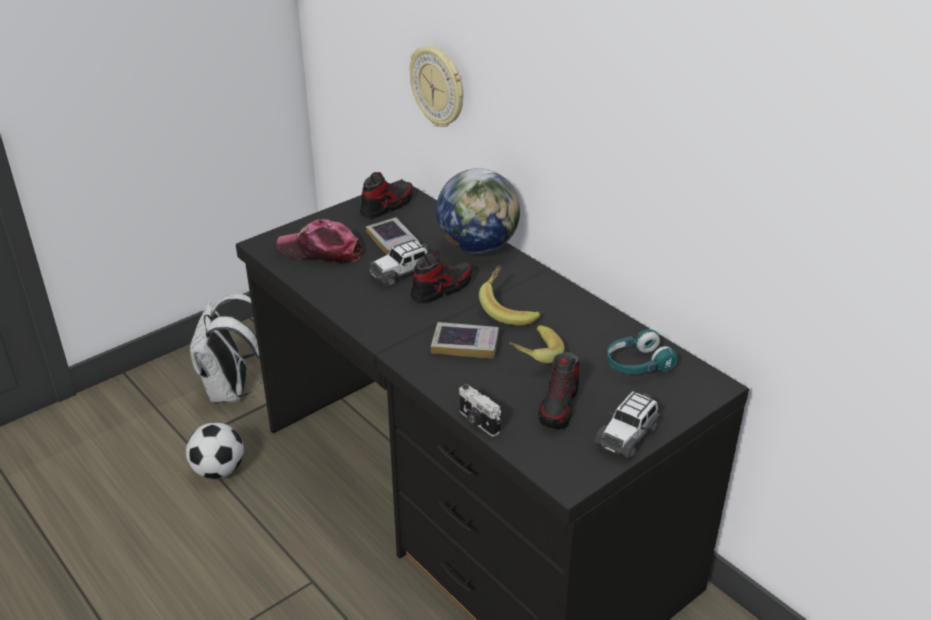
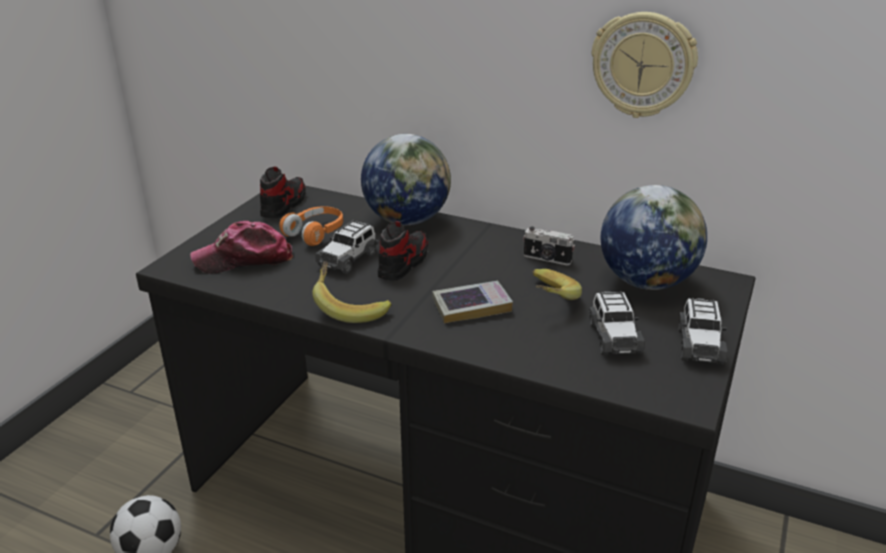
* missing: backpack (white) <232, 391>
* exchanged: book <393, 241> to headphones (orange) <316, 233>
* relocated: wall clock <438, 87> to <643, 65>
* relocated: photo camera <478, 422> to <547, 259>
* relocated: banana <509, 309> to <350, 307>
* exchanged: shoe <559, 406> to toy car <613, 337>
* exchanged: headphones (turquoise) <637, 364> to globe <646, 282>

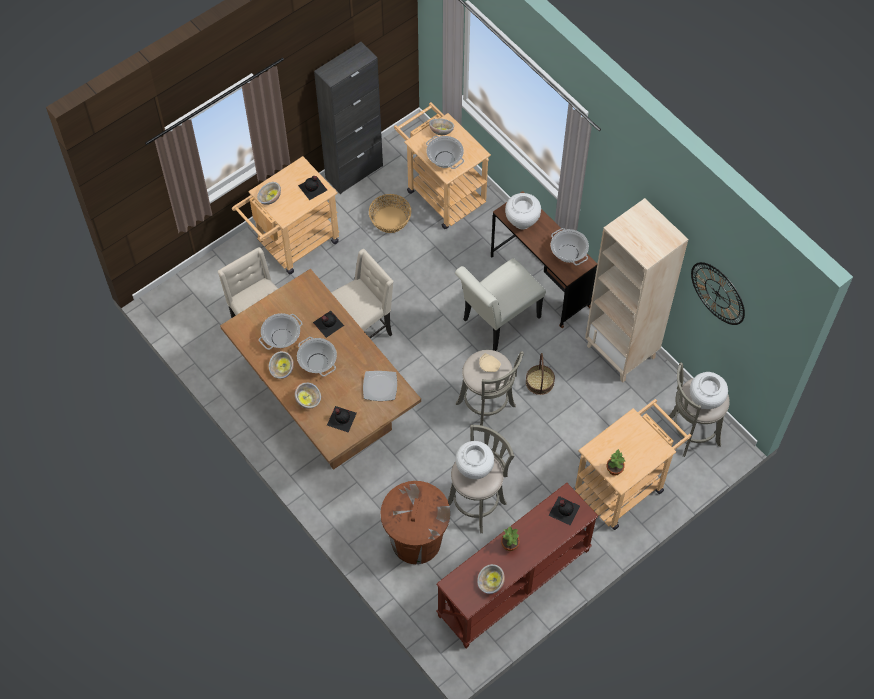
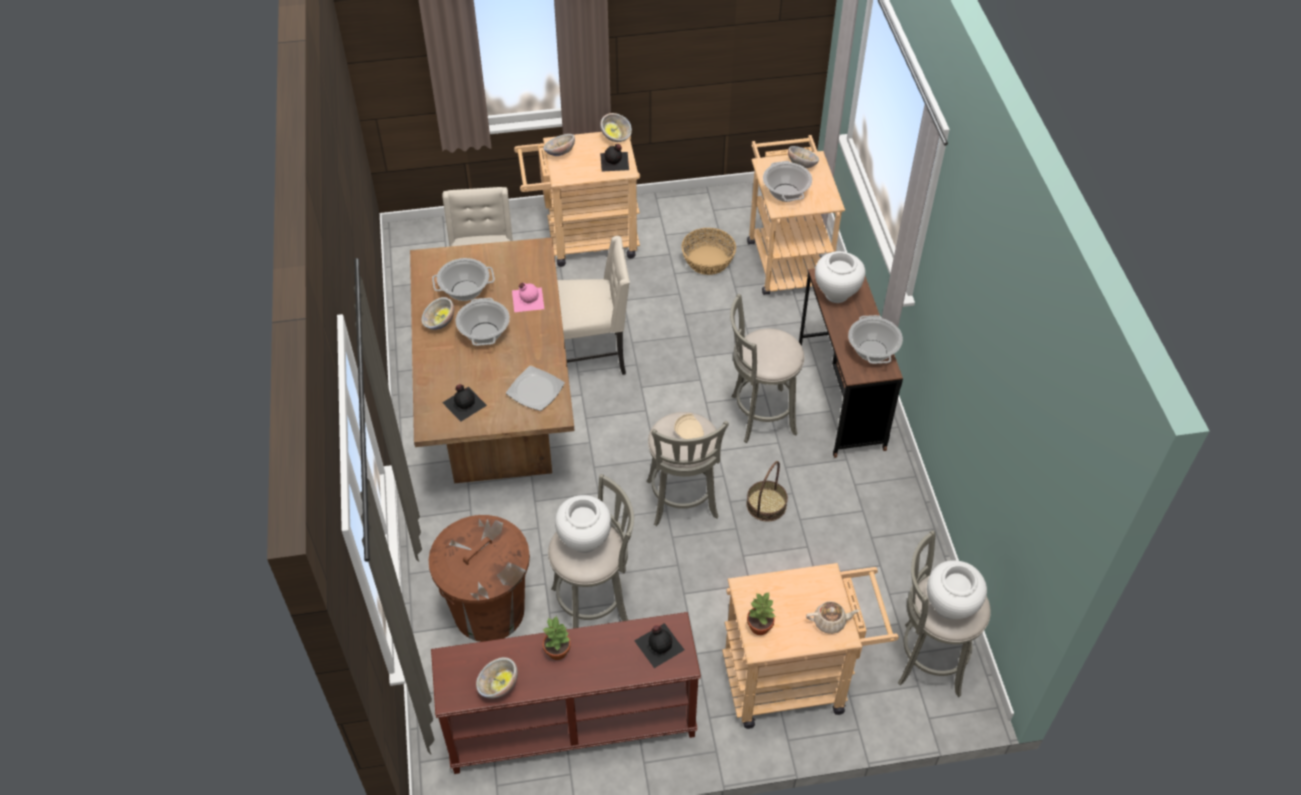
* relocated: bowl <308, 400> to <616, 137>
* colour: bottle (black) <327, 324> to bottle (pink) <527, 299>
* missing: cabinet (black) <354, 172>
* exchanged: chair (white) <497, 321> to stool (grey) <759, 415>
* missing: bookcase (beige) <621, 351>
* missing: wall clock <717, 293>
* appeared: teapot (beige) <830, 622>

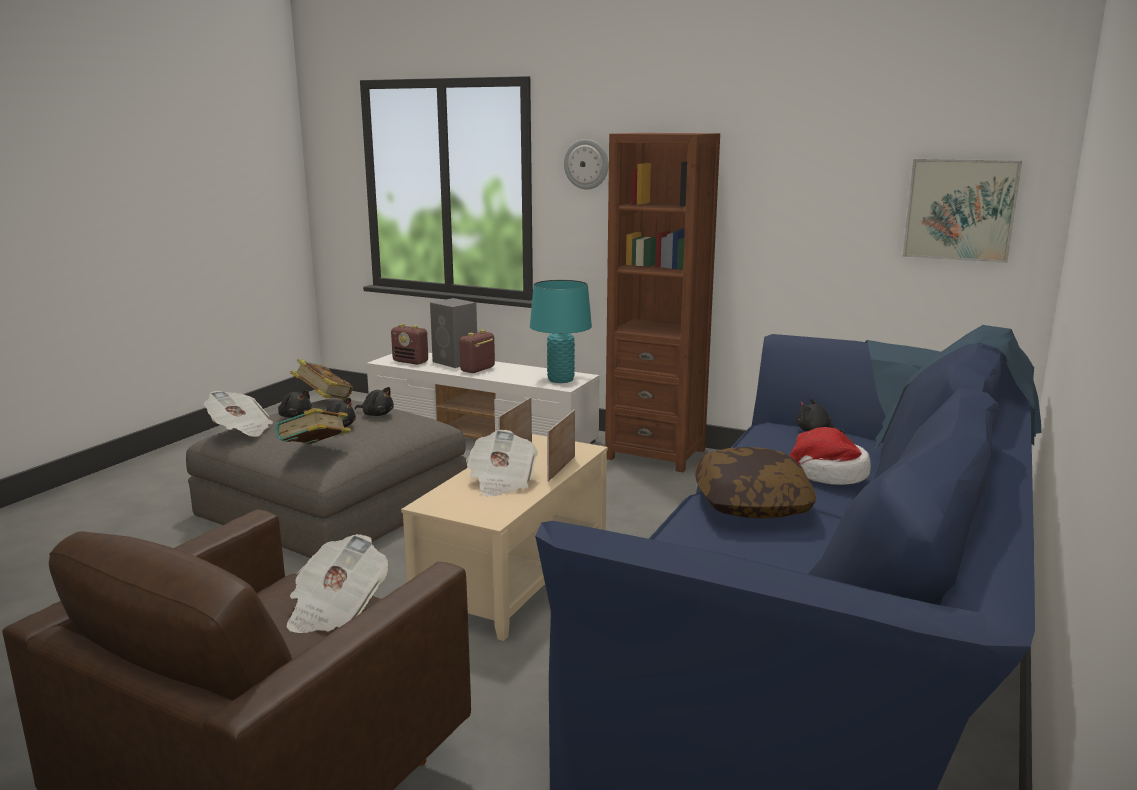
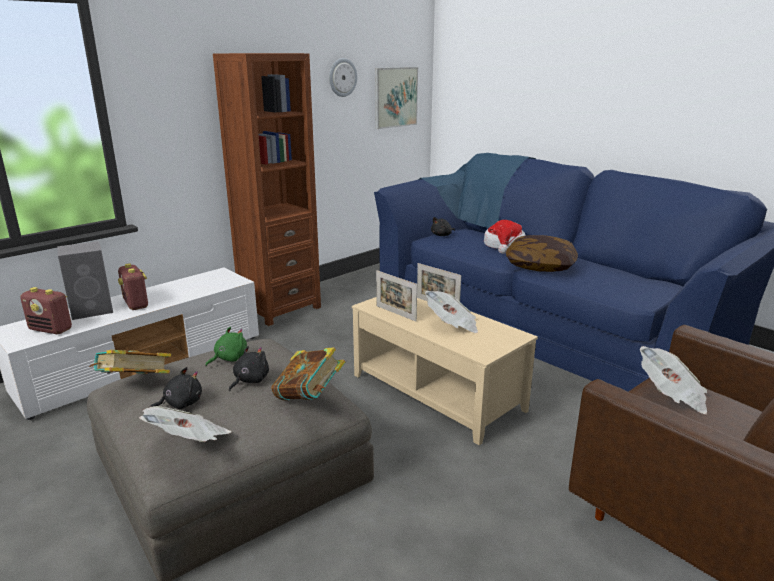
* colour: plush toy (black) <376, 414> to plush toy (green) <229, 358>
* spun: radio <411, 362> = <51, 330> 60 degrees clockwise
* missing: table lamp (turquoise) <560, 379>
* relocated: wall clock <586, 164> to <342, 77>

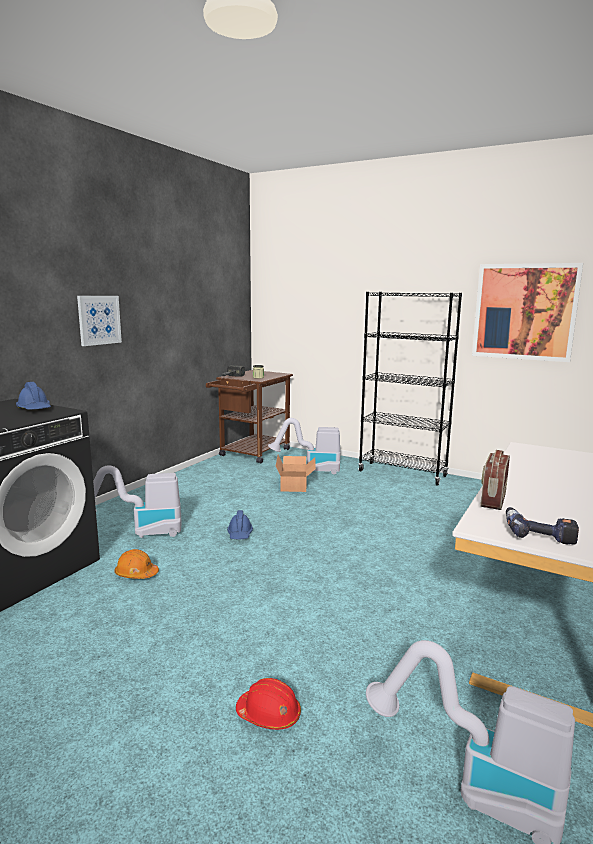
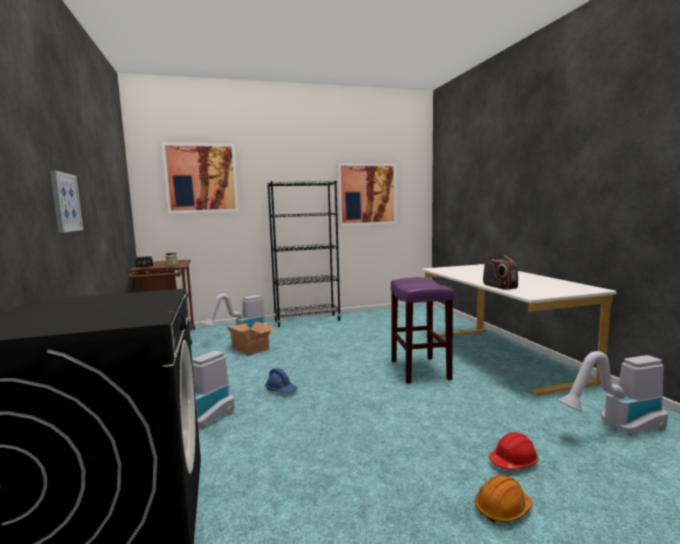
* missing: hard hat (blue) <35, 409>
* relocated: hard hat (orange) <136, 574> to <502, 509>
* missing: power drill <538, 533>
* appeared: picture <201, 178>
* appeared: stool (purple) <419, 369>

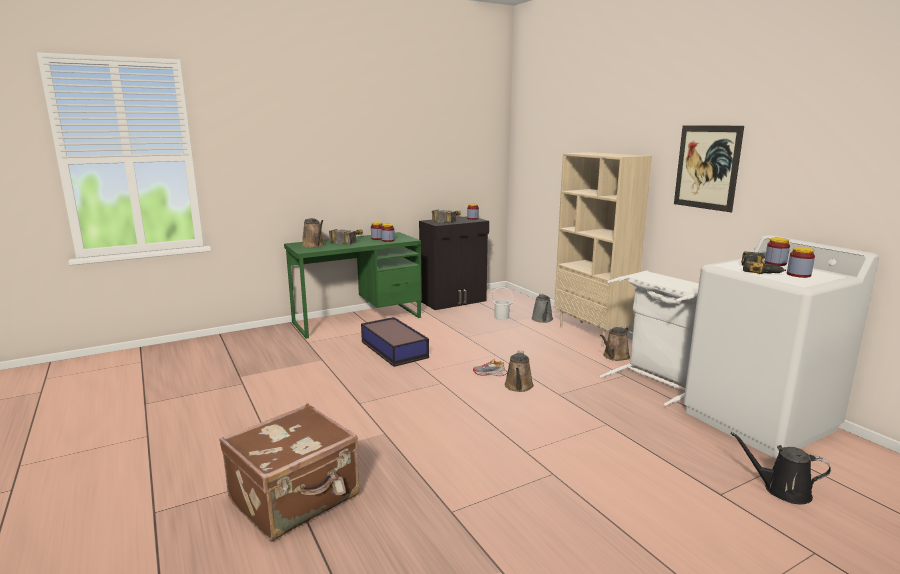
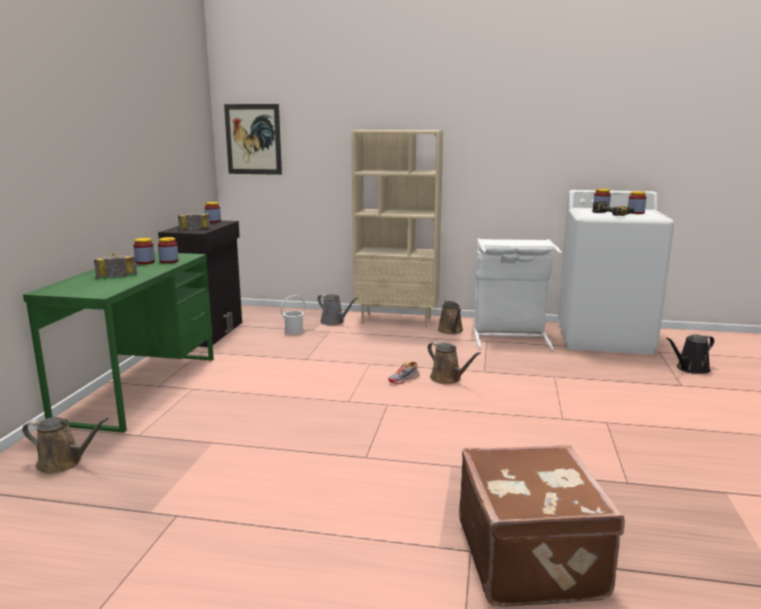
* relocated: watering can (brown) <314, 245> to <63, 463>
* missing: storage box <394, 349>
* relocated: picture <707, 167> to <253, 139>

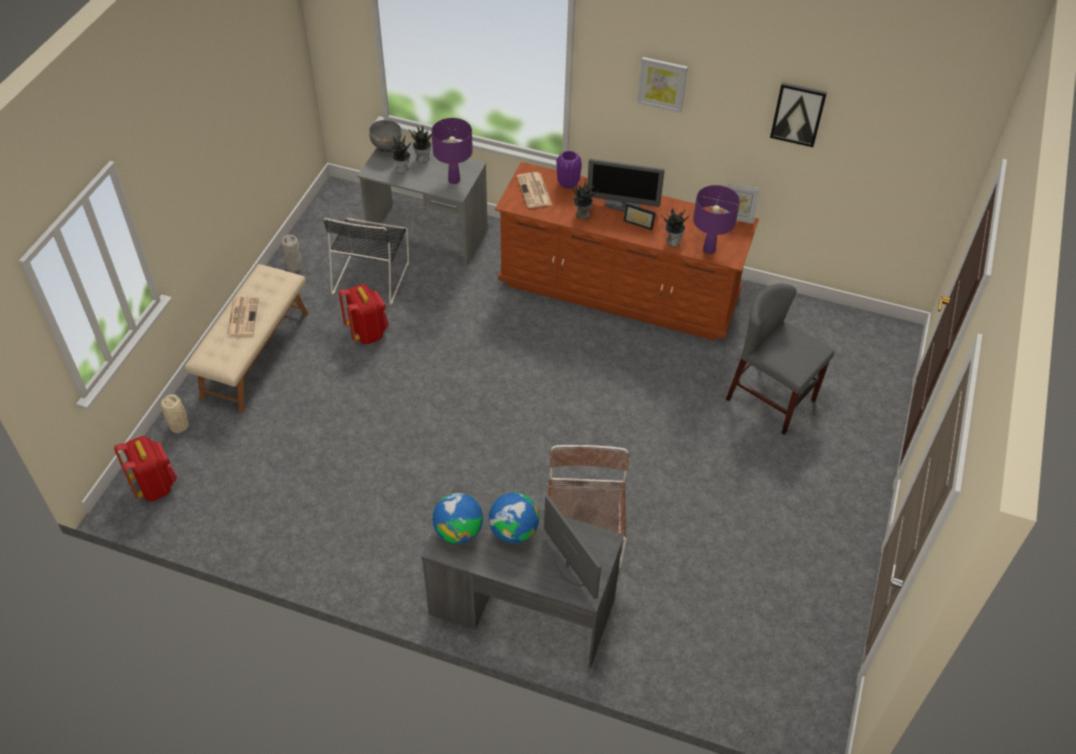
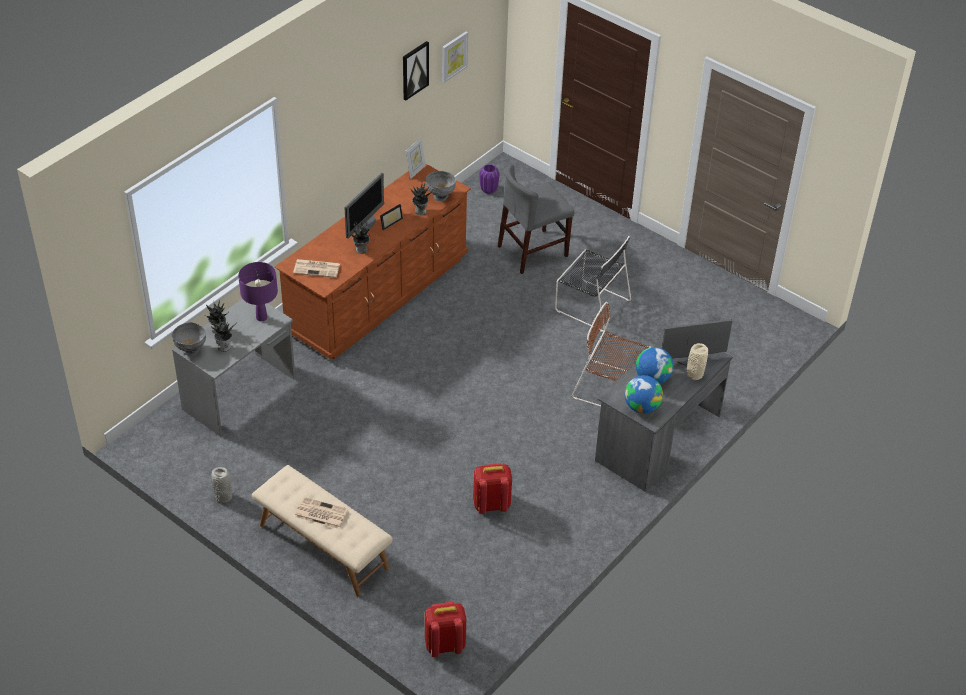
* relocated: vase (beige) <179, 425> to <694, 374>
* relocated: chair (black) <371, 276> to <590, 304>
* relocated: backpack (red) <367, 332> to <491, 504>
* relocated: vase (purple) <567, 183> to <488, 190>
* relocated: picture <662, 84> to <453, 56>
* exchanged: table lamp (purple) <709, 250> to bowl (grey) <440, 196>

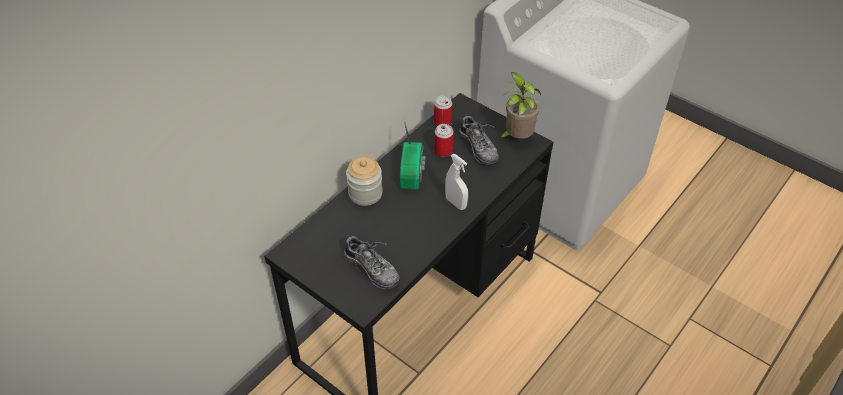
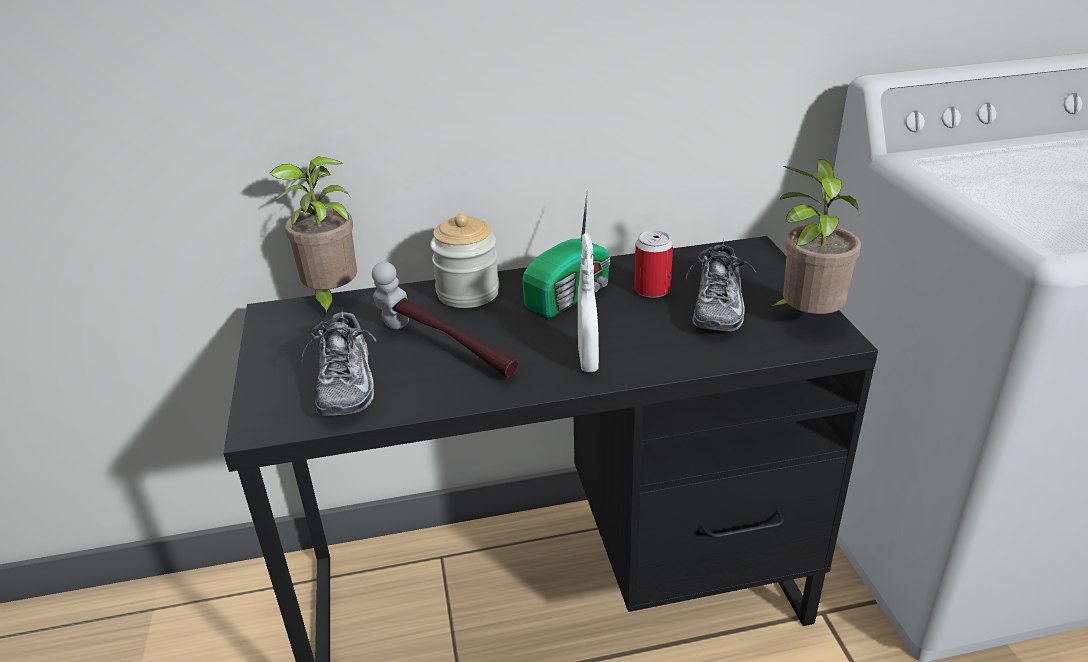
* missing: can <442, 122>
* appeared: potted plant <331, 299>
* appeared: hammer <444, 350>

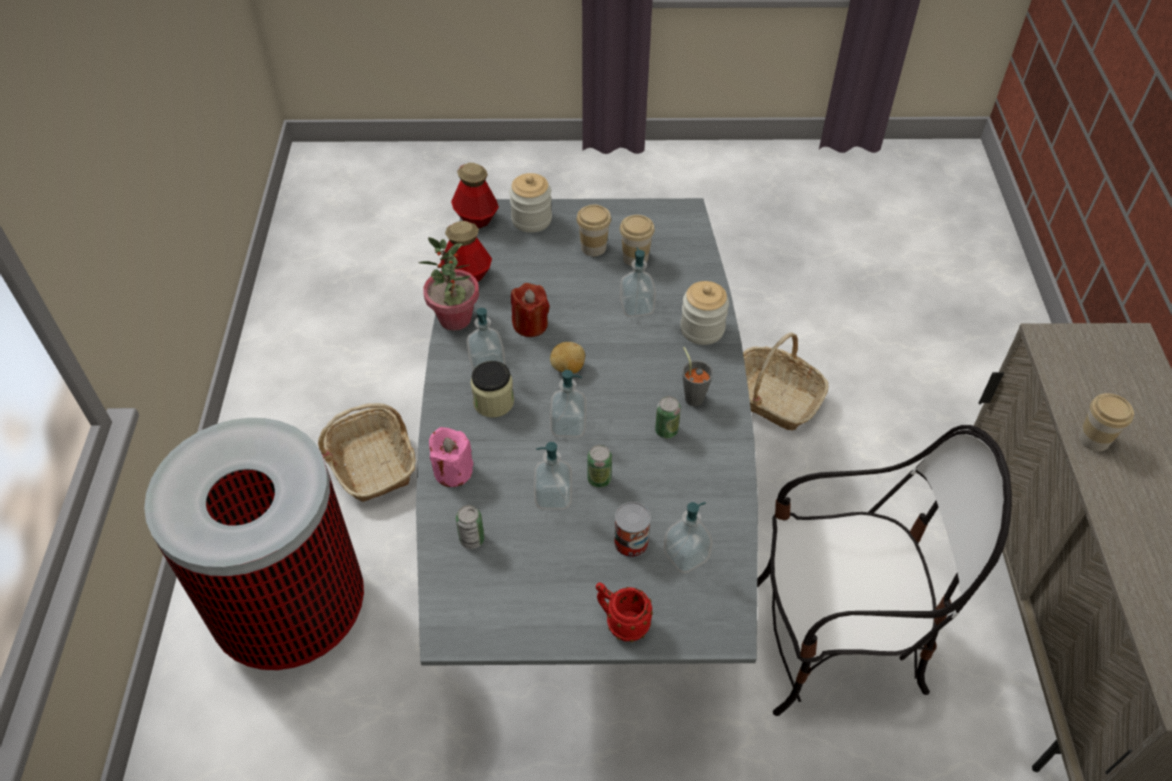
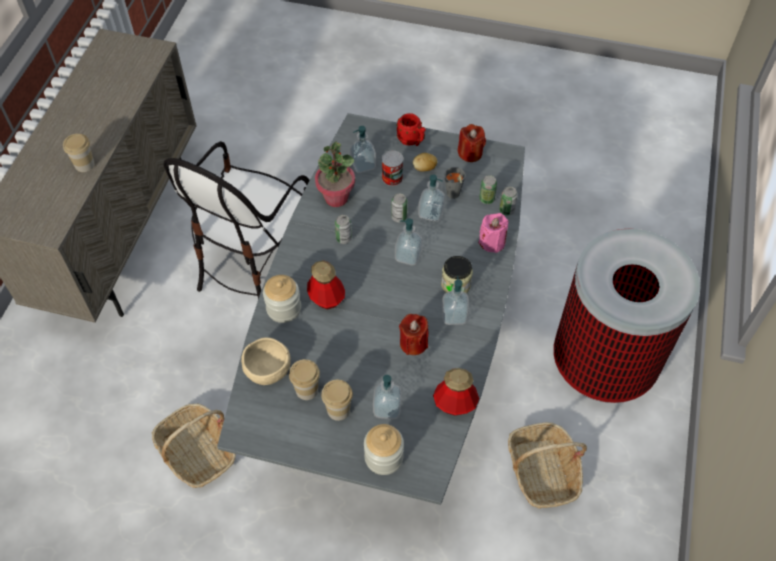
* relocated: potted plant <455, 319> to <336, 197>
* relocated: bottle <476, 218> to <326, 299>
* relocated: potato <568, 368> to <424, 168>
* relocated: soap dispenser <637, 307> to <387, 408>
* relocated: cup (grey) <692, 395> to <453, 196>
* spun: chair <835, 644> = <255, 266> 75 degrees counterclockwise
* appeared: bowl (beige) <269, 369>
* appeared: candle (red) <470, 153>
* appeared: can <506, 210>

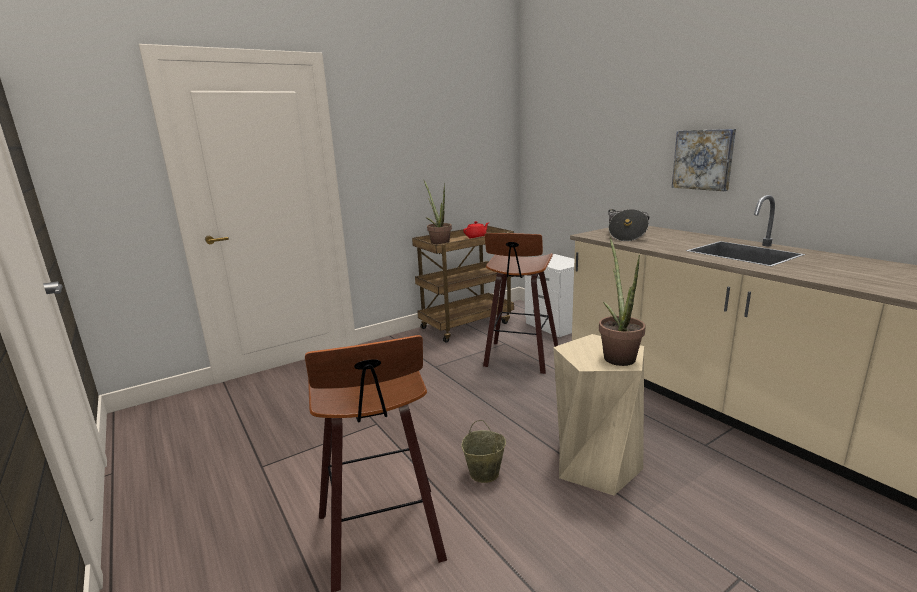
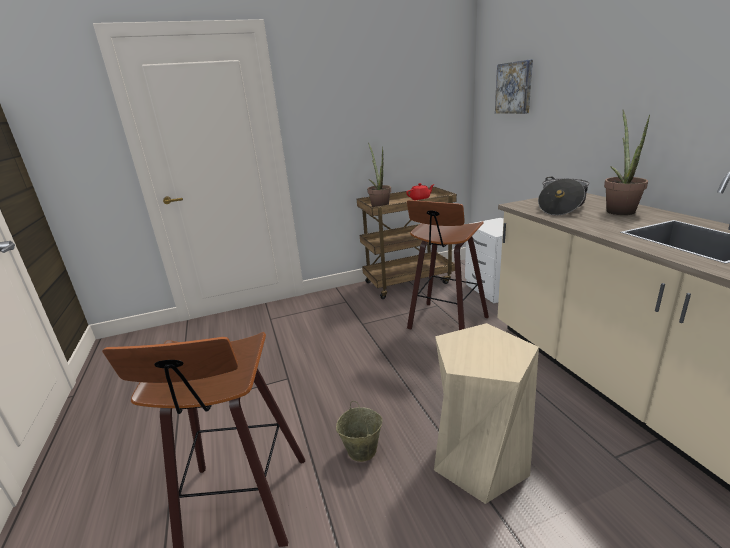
* relocated: potted plant <617, 356> to <618, 210>
* relocated: picture <703, 159> to <514, 88>

